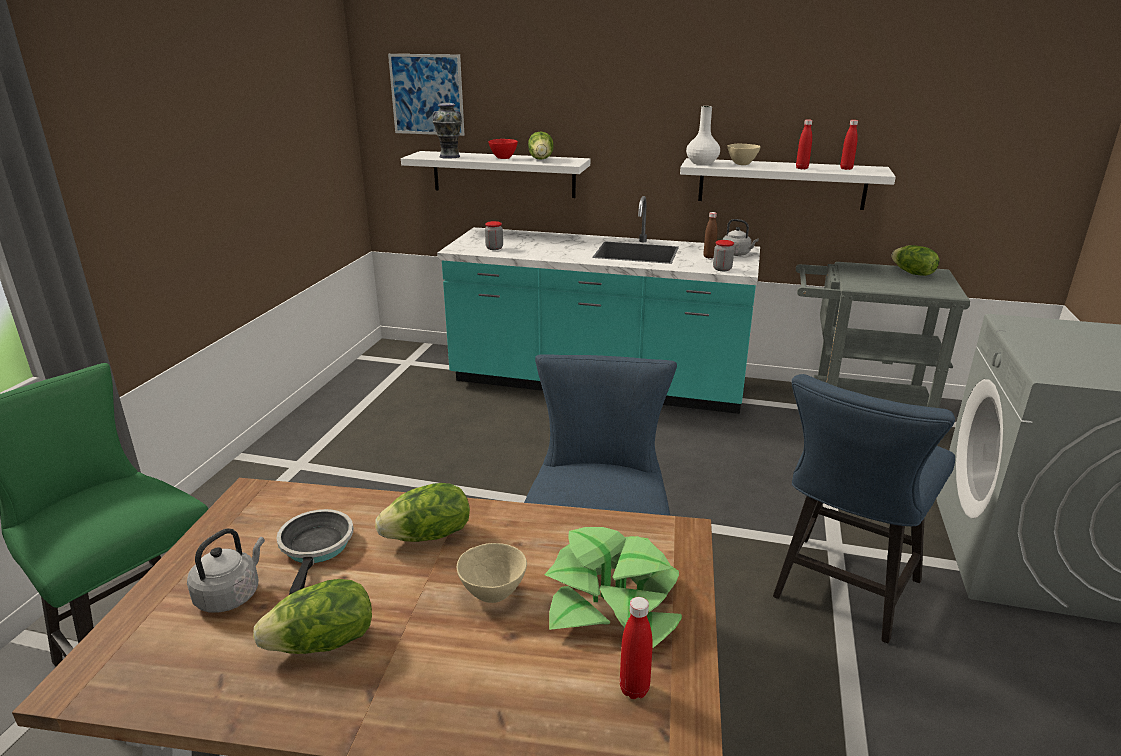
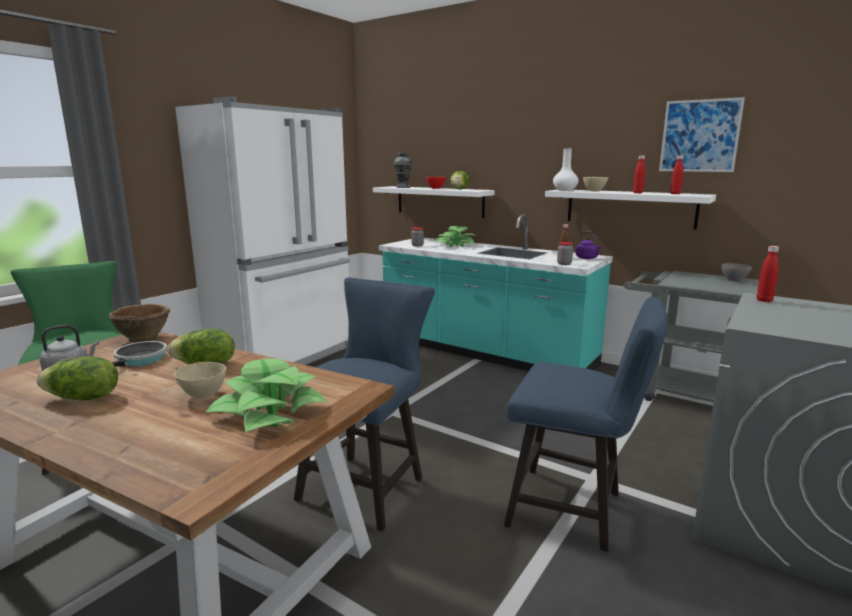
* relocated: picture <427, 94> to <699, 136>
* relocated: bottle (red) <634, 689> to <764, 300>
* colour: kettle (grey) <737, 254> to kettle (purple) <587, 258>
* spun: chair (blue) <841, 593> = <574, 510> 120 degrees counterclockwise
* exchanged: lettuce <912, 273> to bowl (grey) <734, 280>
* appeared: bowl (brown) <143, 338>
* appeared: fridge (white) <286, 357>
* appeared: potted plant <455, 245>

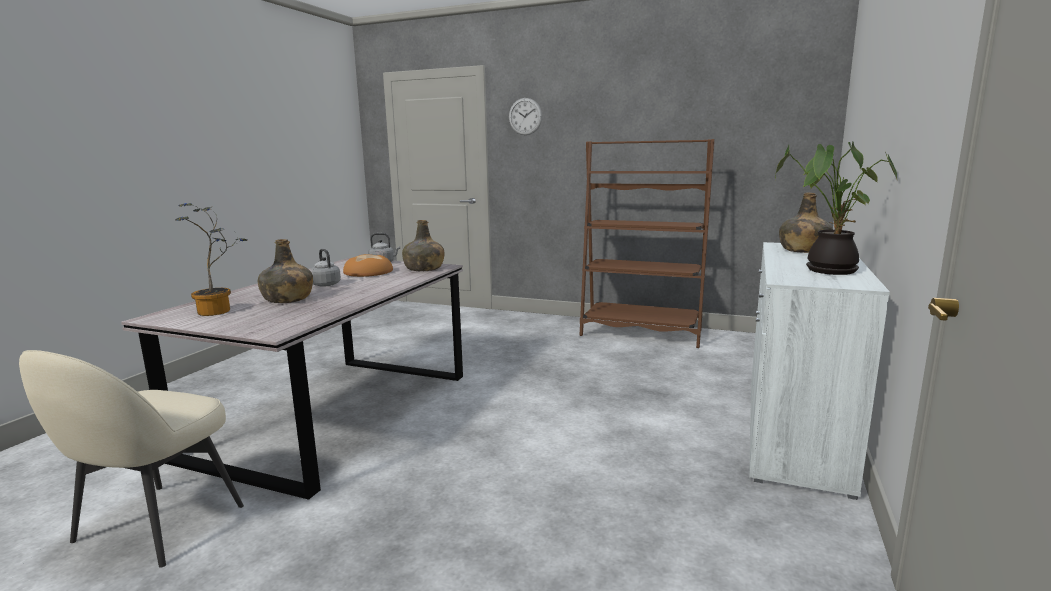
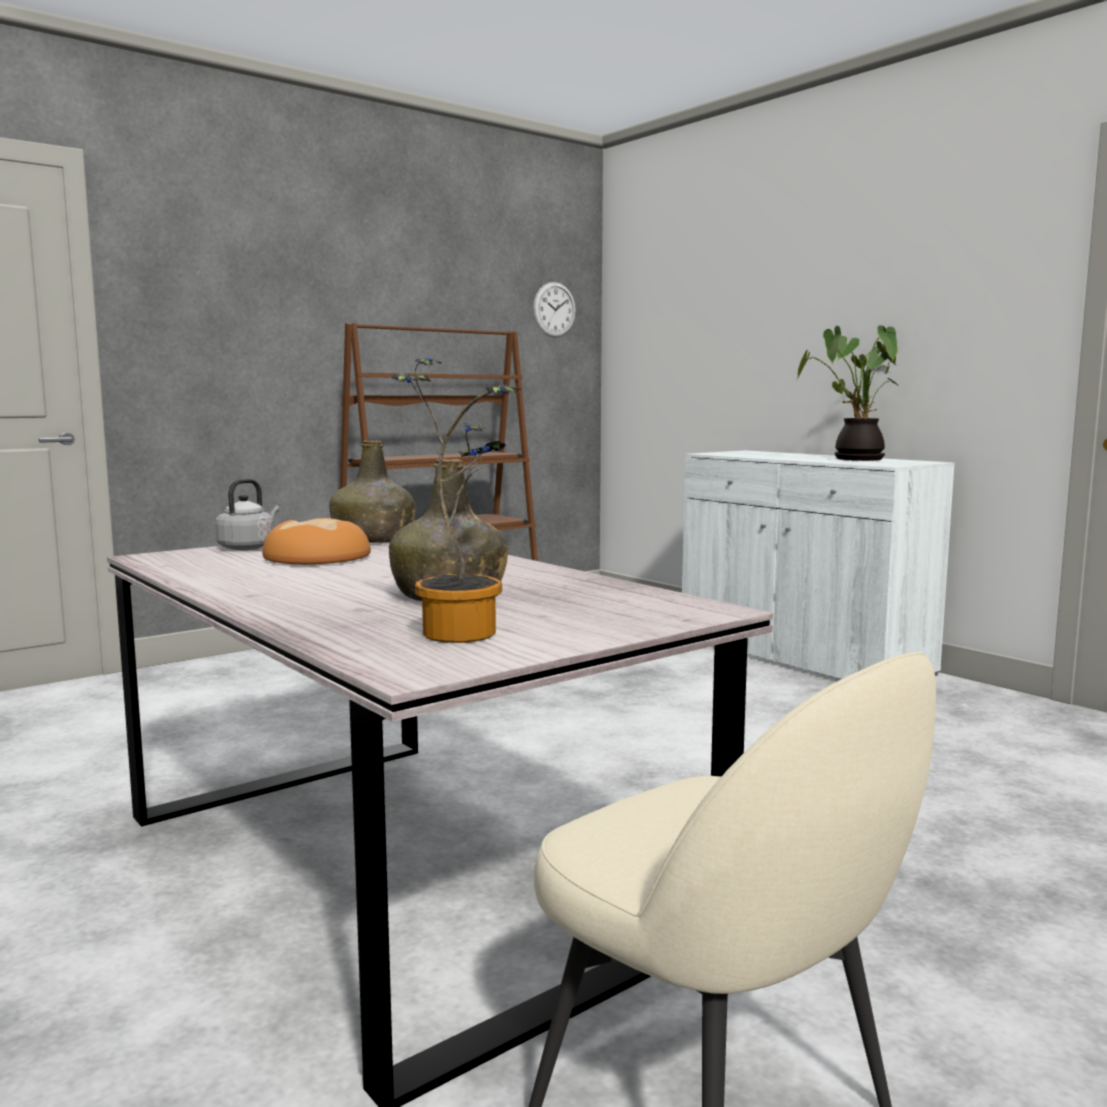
* missing: kettle (grey) <325, 284>
* relocated: wall clock <525, 116> to <554, 309>
* missing: bottle (green) <802, 250>

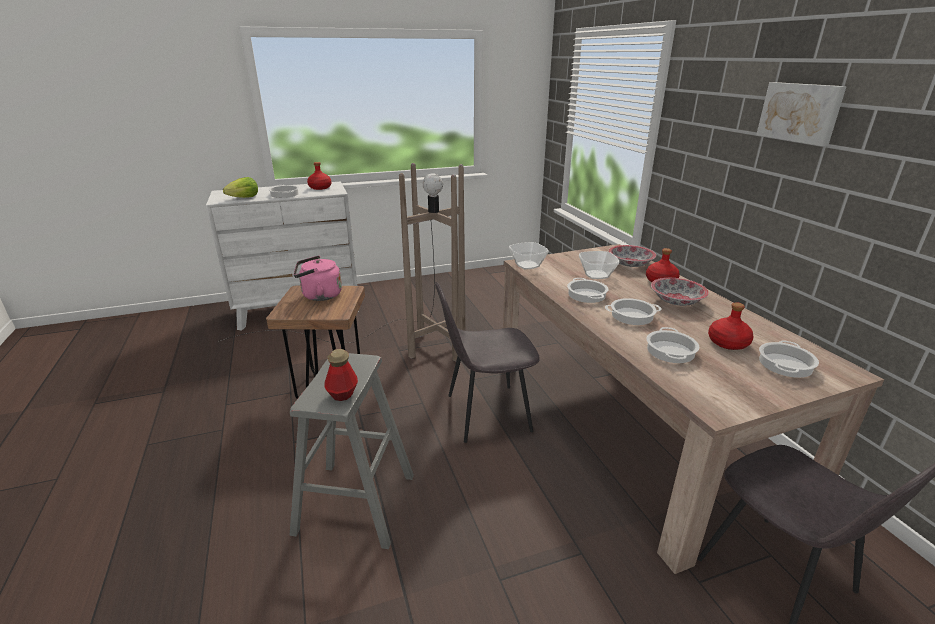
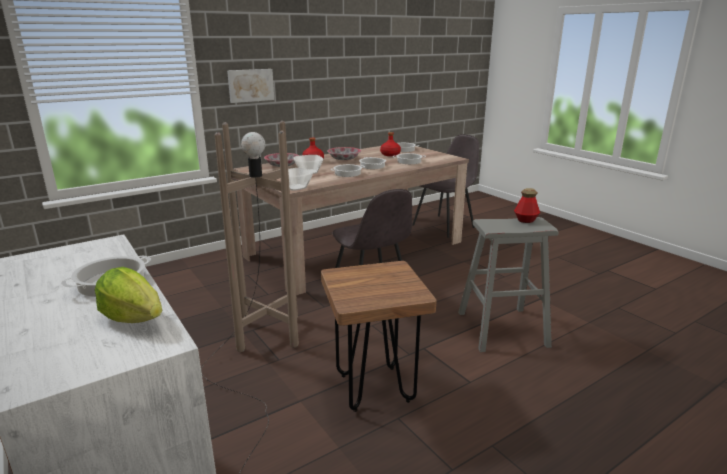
* missing: kettle (pink) <319, 295>
* missing: bottle (red) <320, 187>
* relocated: picture <800, 112> to <250, 85>

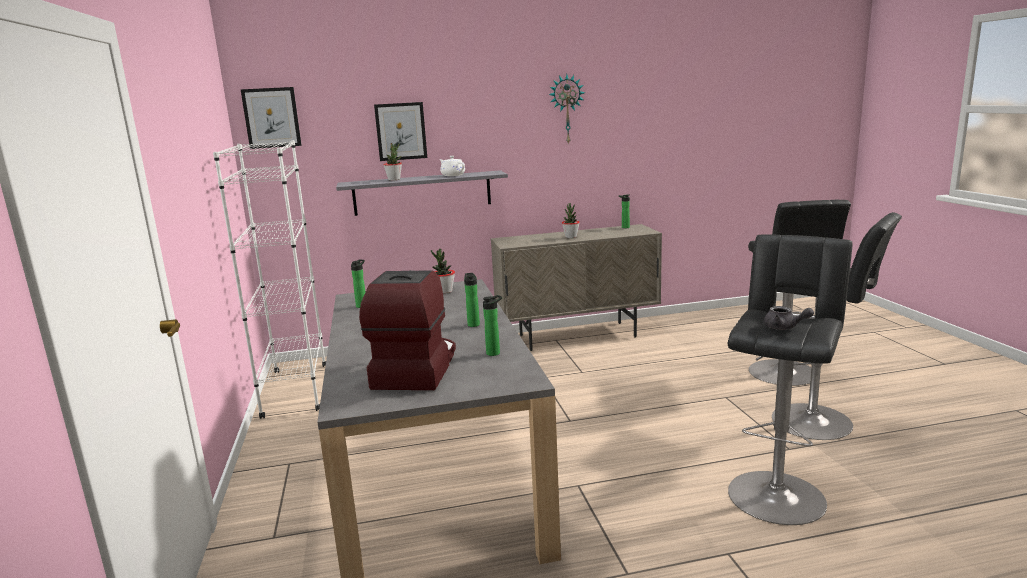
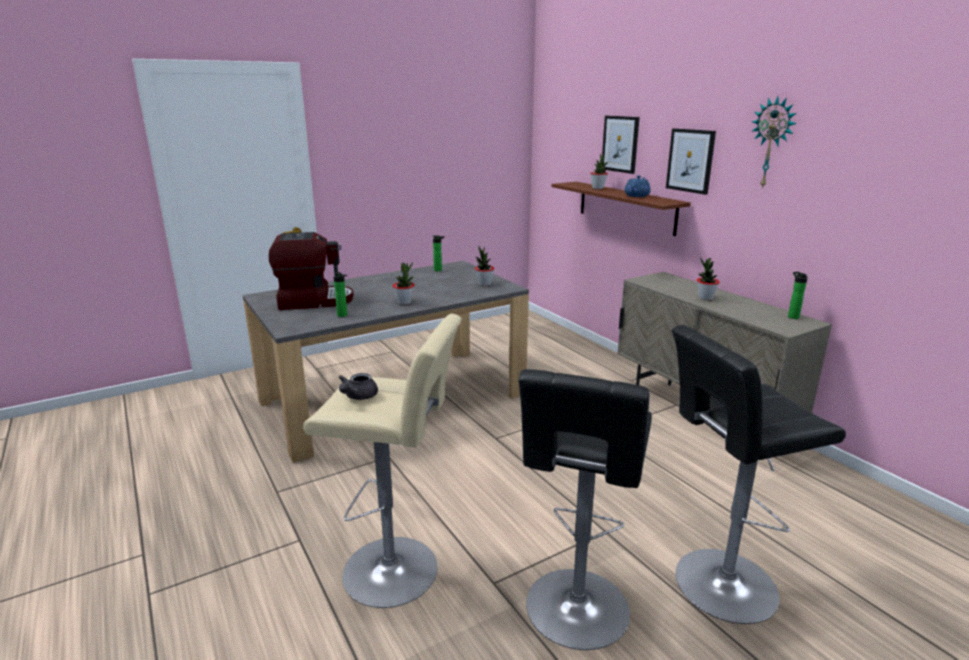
* missing: bookcase (white) <295, 390>
* relocated: picture <271, 118> to <690, 160>
* colour: shelf (grey) <422, 193> to shelf (brown) <626, 207>
* colour: teapot (white) <452, 175> to teapot (blue) <637, 195>
* exchanged: bottle <473, 324> to potted plant <404, 302>
* colour: stool (black) <777, 492> to stool (beige) <398, 571>

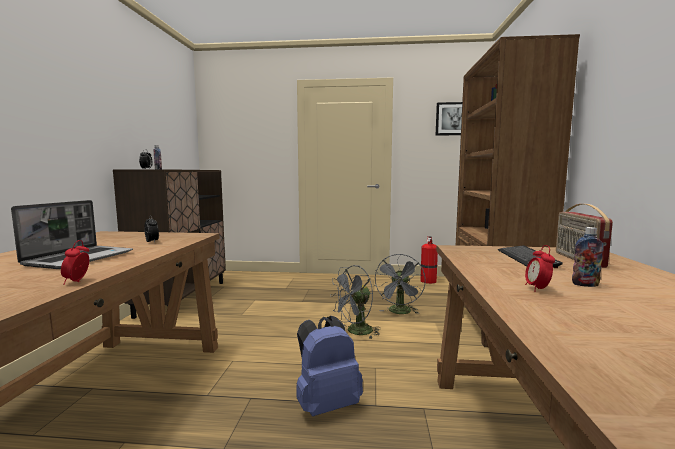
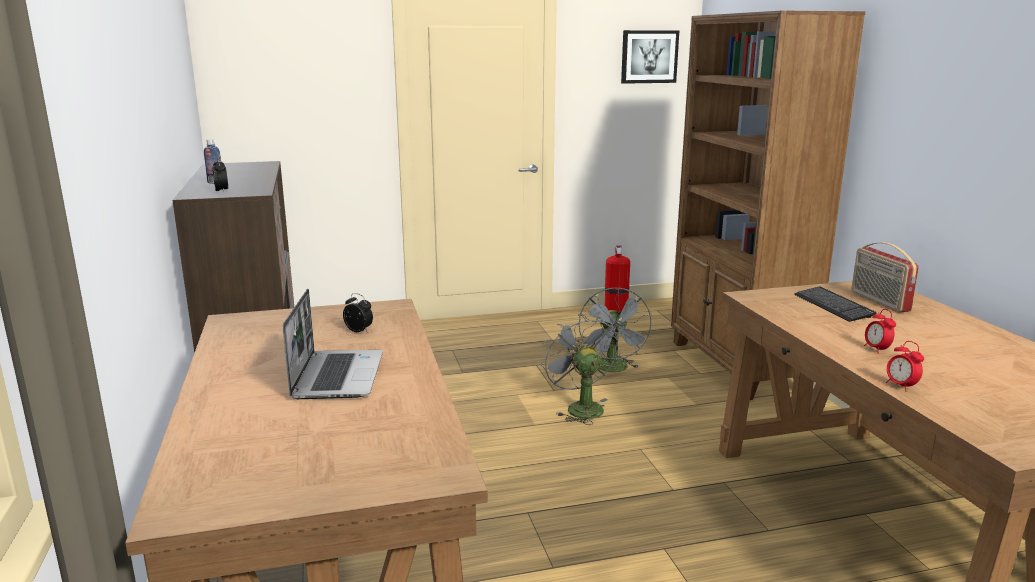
* relocated: alarm clock <77, 282> to <901, 386>
* missing: backpack (blue) <326, 404>
* spun: fan (grey) <355, 332> = <579, 407> 120 degrees clockwise
* missing: bottle <585, 284>

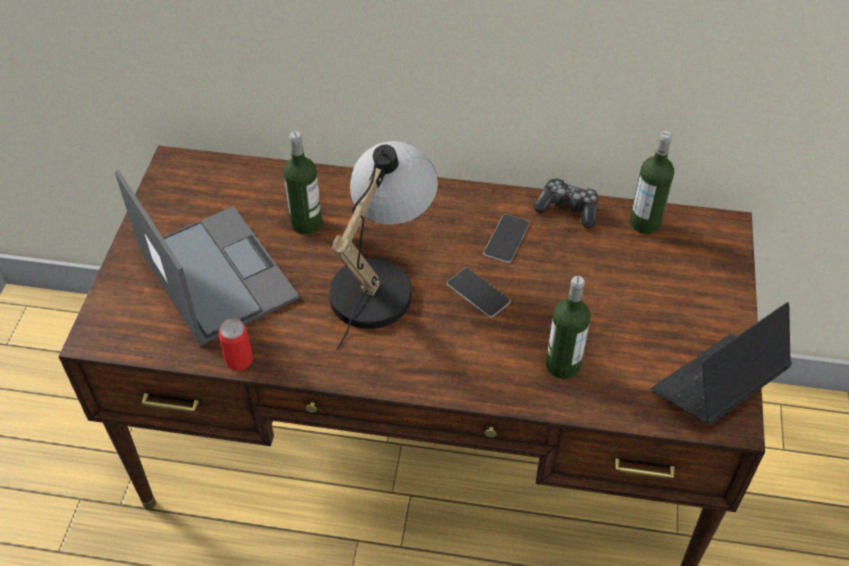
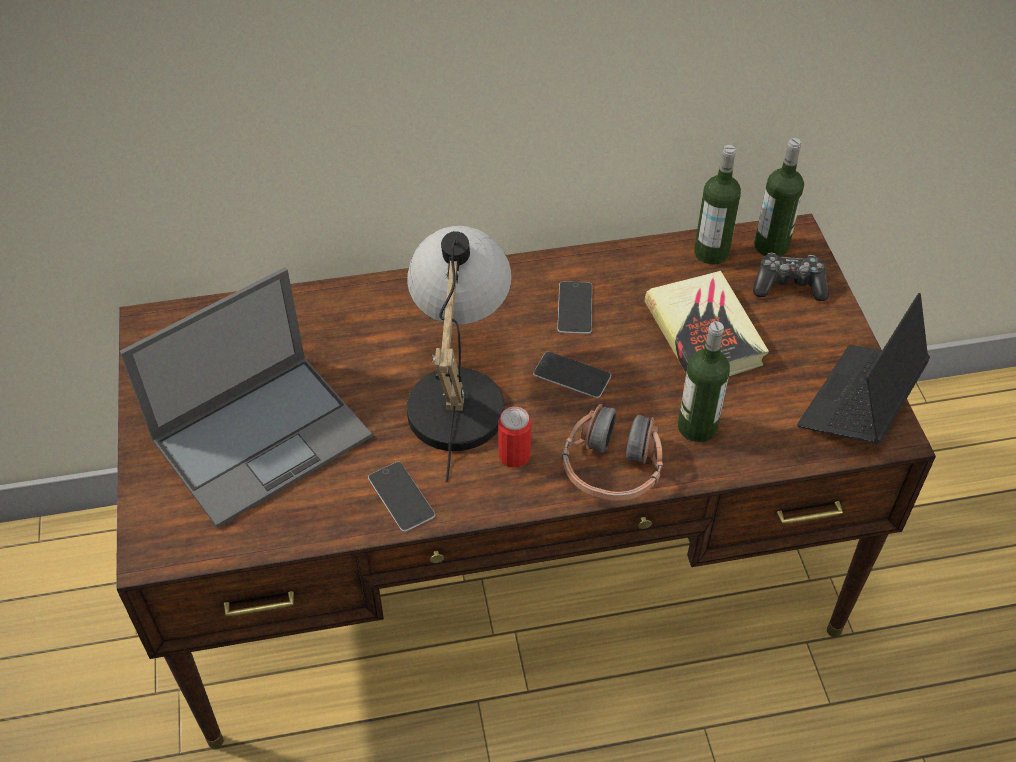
* spun: laptop <216, 273> = <264, 437> 105 degrees clockwise
* relocated: can <239, 360> to <514, 455>
* relocated: bottle <306, 223> to <771, 246>
* relocated: game controller <568, 209> to <789, 285>
* appeared: phone <401, 496>
* appeared: headphones <612, 467>
* appeared: book <704, 333>

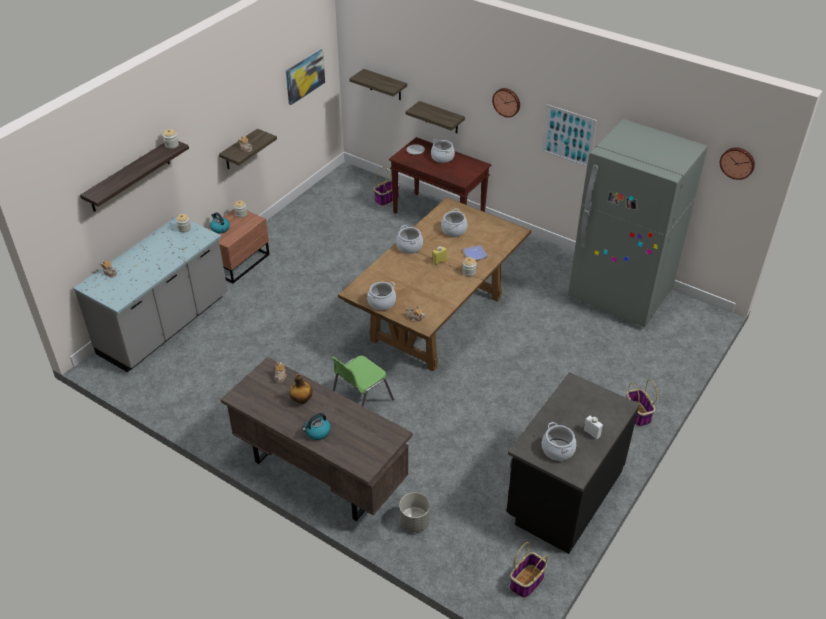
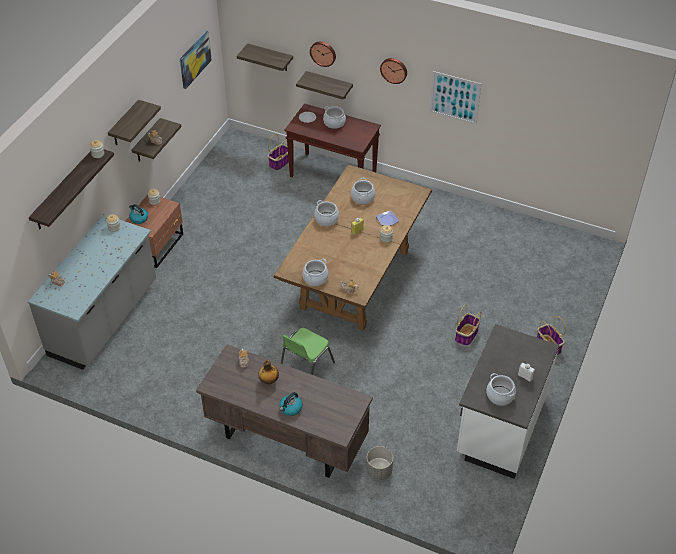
* colour: counter (black) <563, 494> to counter (white) <499, 427>
* relocated: basket <526, 582> to <466, 335>
* missing: fridge (grey) <619, 296>
* relocated: wall clock <737, 162> to <323, 53>
* appeared: shelf <124, 124>

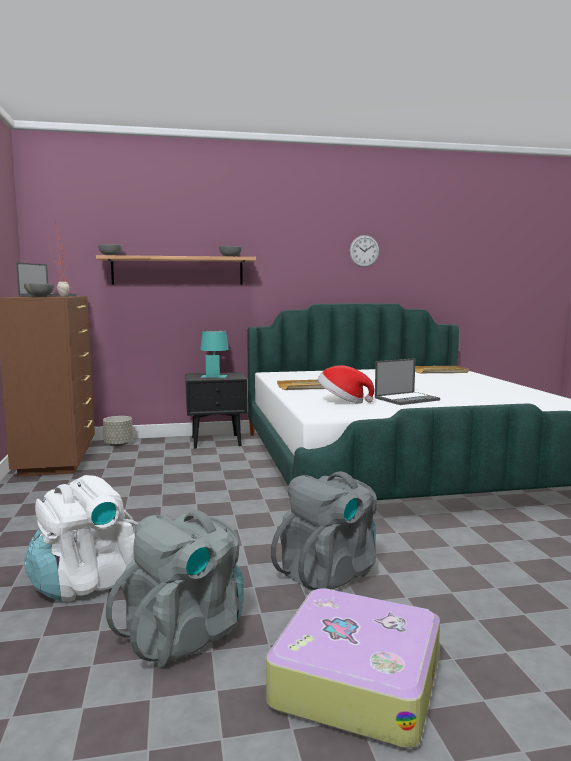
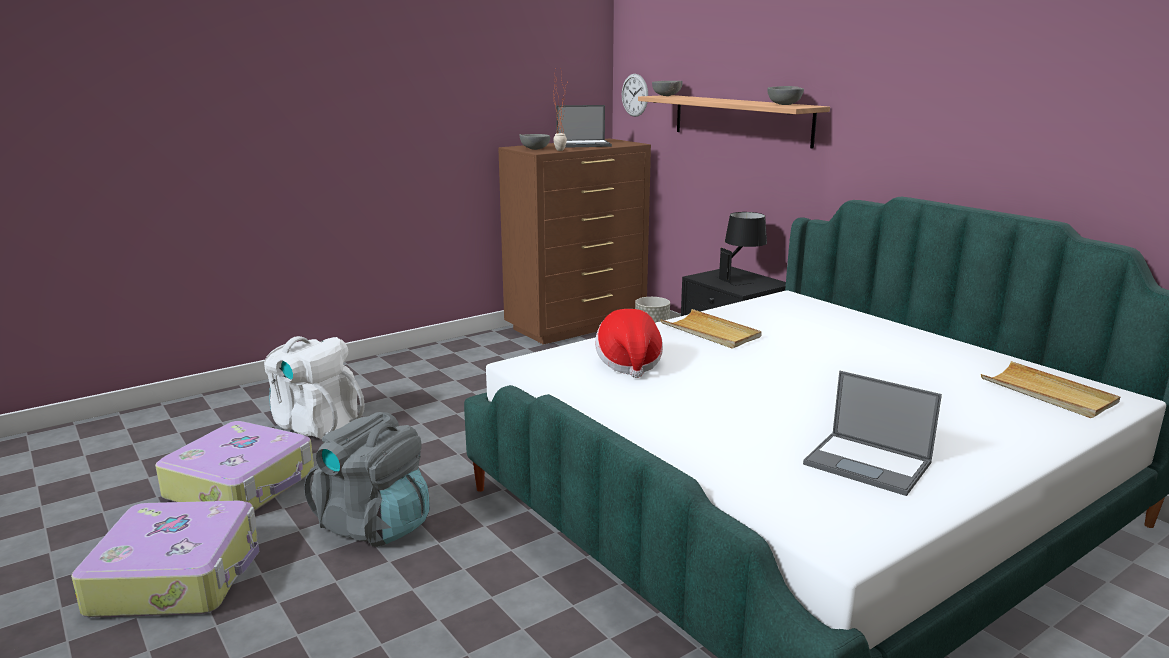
* exchanged: backpack (grey) <185, 634> to suitcase <242, 485>
* colour: table lamp (turquoise) <214, 375> to table lamp (black) <741, 278>
* relocated: wall clock <364, 251> to <634, 95>
* relocated: laptop <407, 399> to <869, 464>

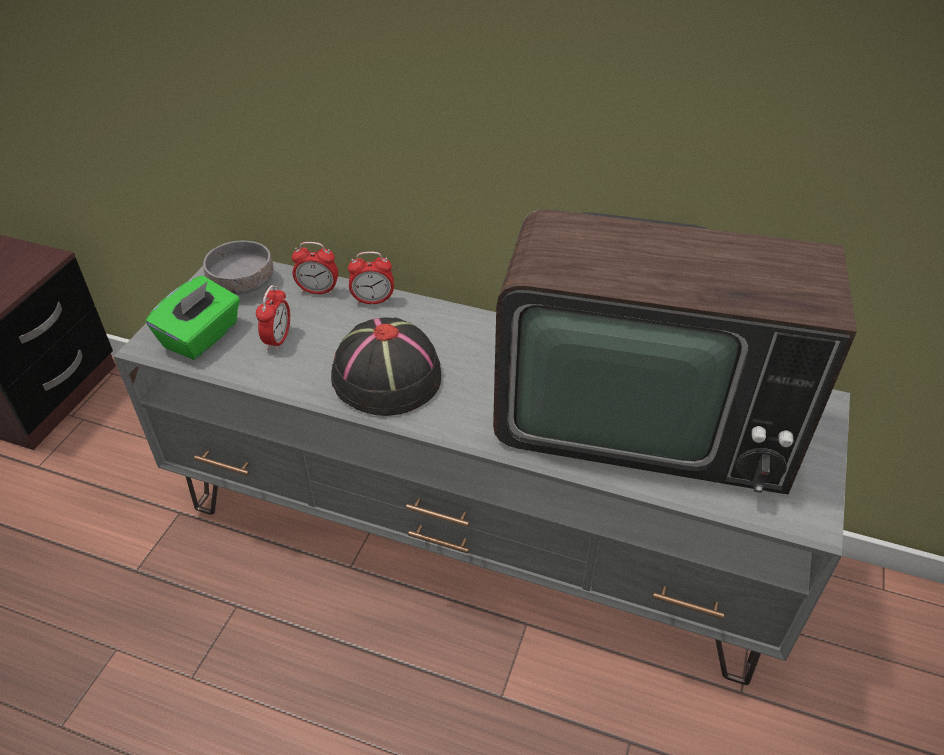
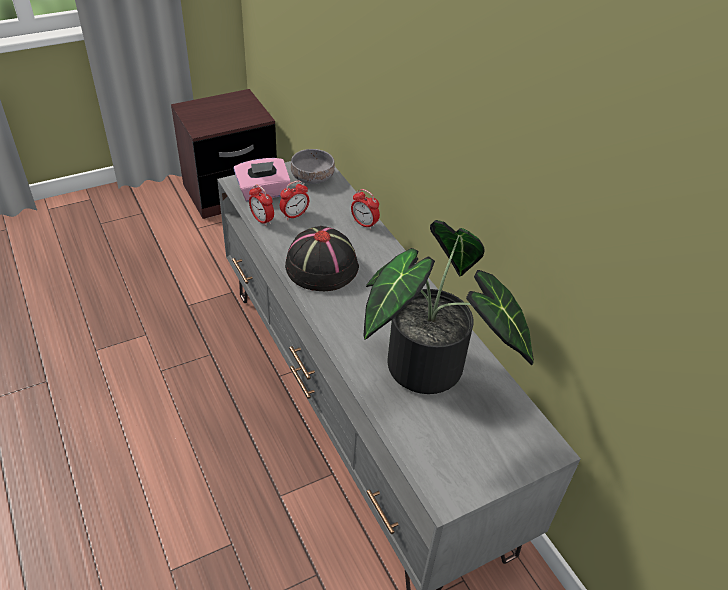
* colour: tissue box (green) <202, 337> to tissue box (pink) <263, 192>
* relocated: alarm clock <318, 291> to <262, 220>
* exchanged: television <639, 411> to potted plant <429, 373>

